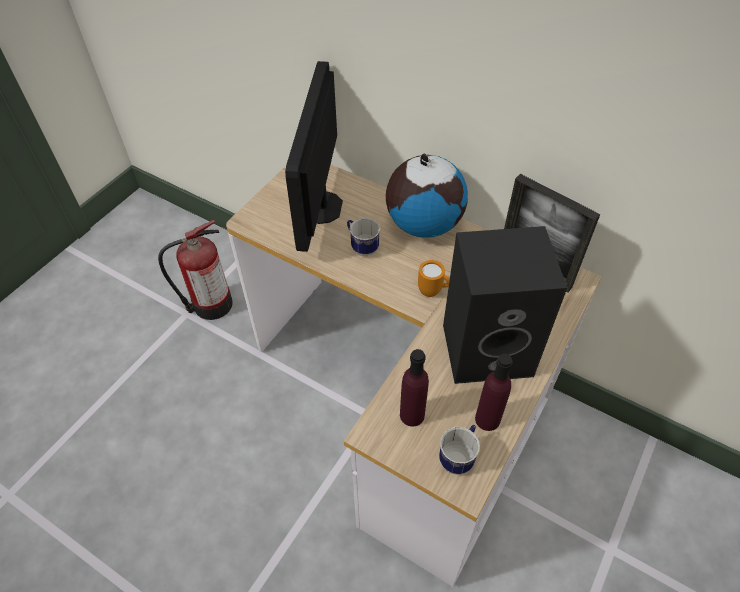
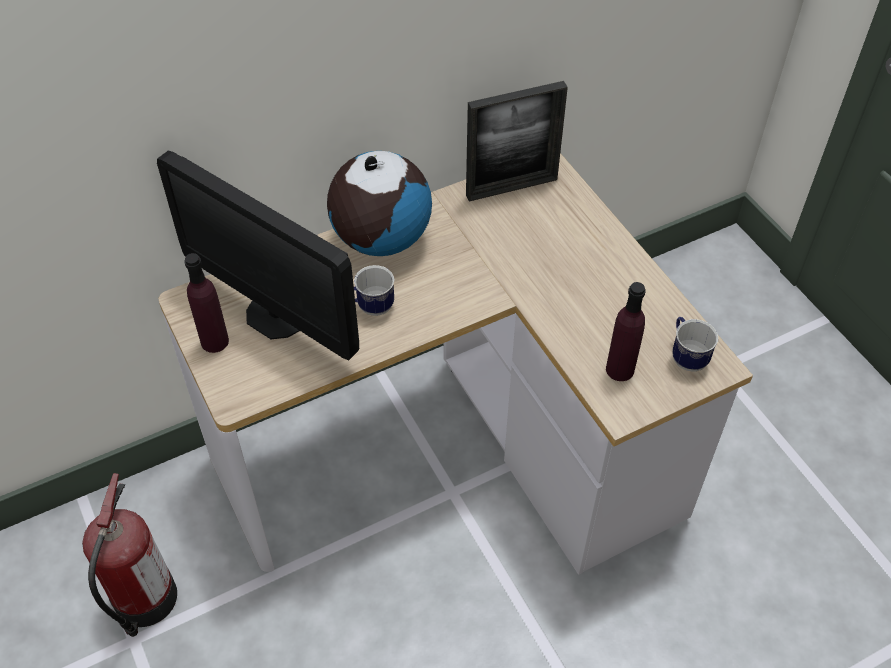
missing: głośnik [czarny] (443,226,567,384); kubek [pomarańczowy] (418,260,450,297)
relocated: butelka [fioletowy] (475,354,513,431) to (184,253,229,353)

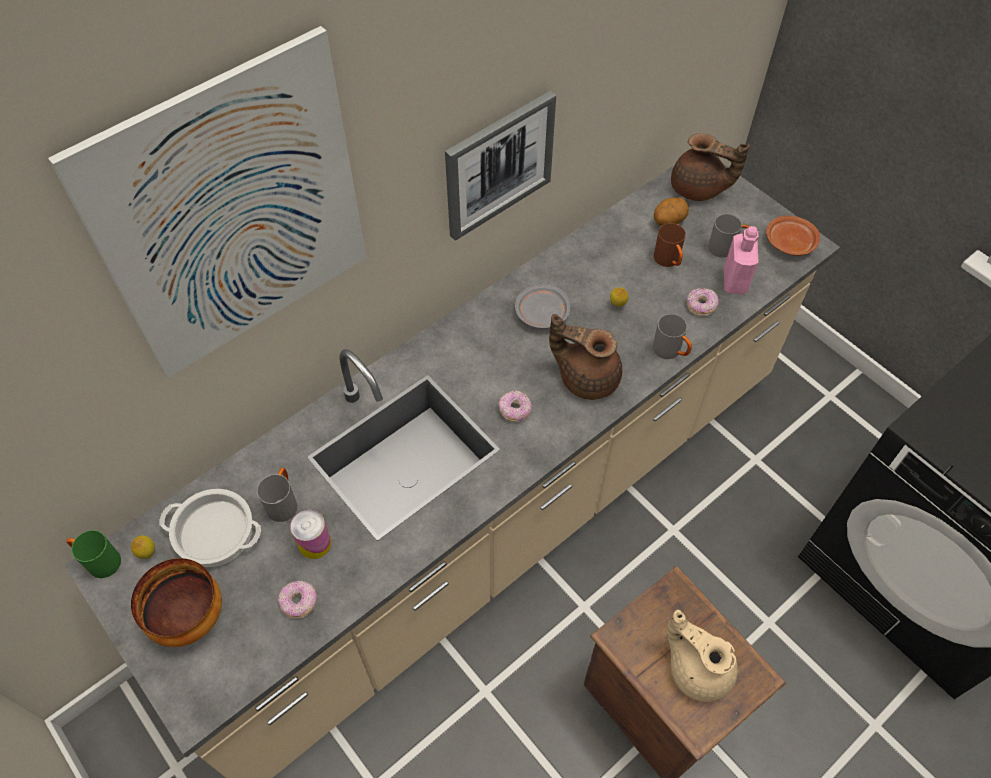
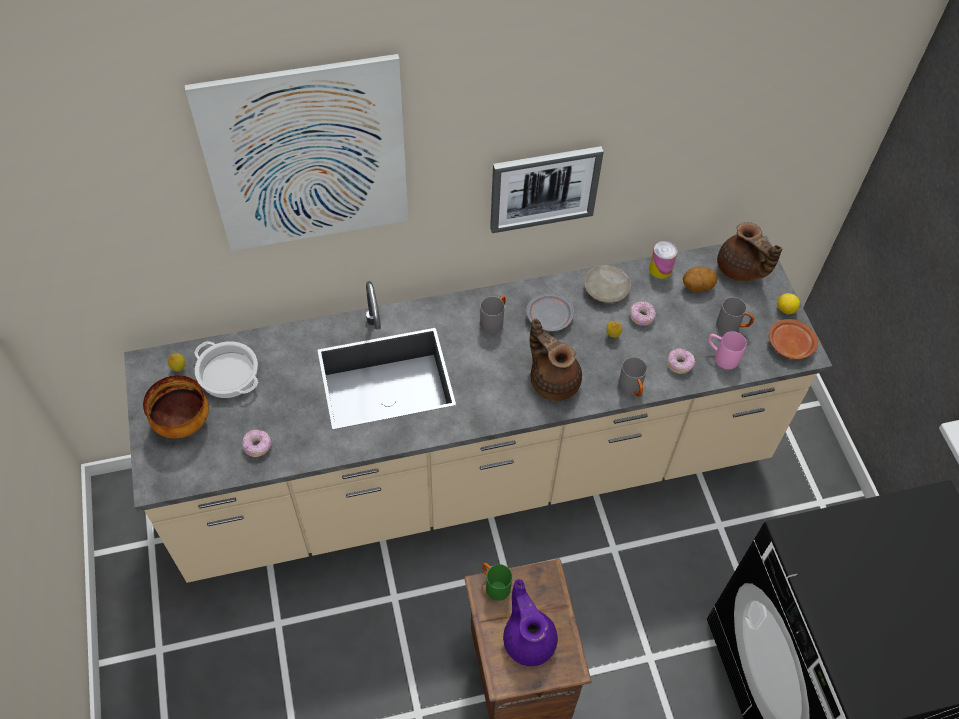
missing: kubek [brązowy] (654,223,686,267)
appeared: talerz [beżowy] (584,265,631,303); cytryna (777,293,800,315)
relocated: donut (498,390,532,422) to (630,301,656,326); kubek [szary] (257,468,297,522) to (480,296,506,334); puszka (290,510,331,559) to (649,241,678,279); kubek [zielony] (67,530,121,578) to (482,563,512,601)
exchanged: butelka [różowy] (724,226,759,294) to kubek [różowy] (708,331,746,369)
colour: imbryk [beżowy] (667,610,738,702) to imbryk [fioletowy] (503,579,558,666)

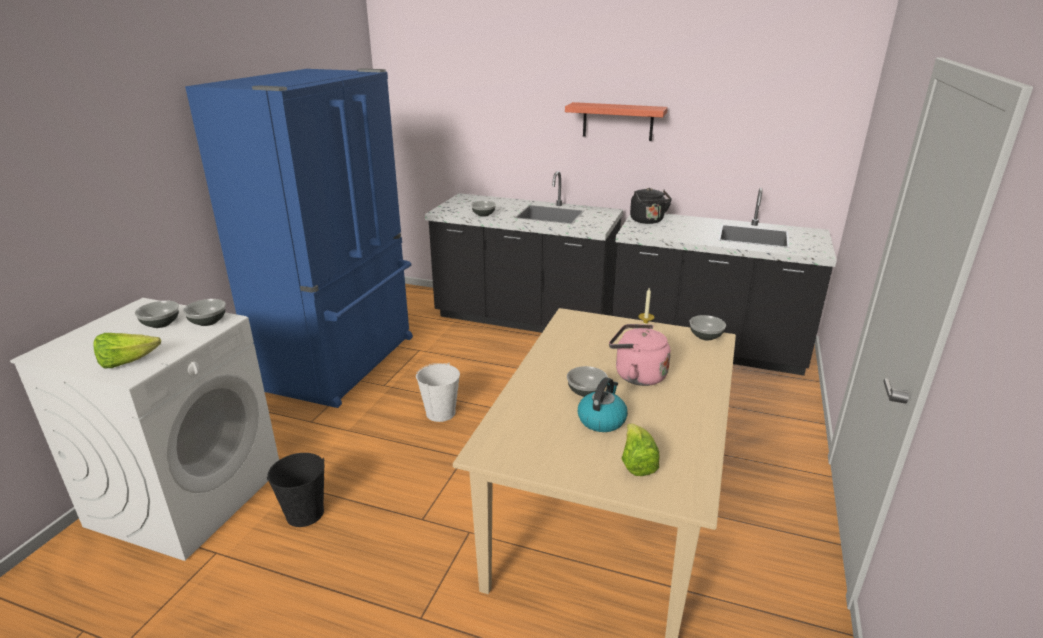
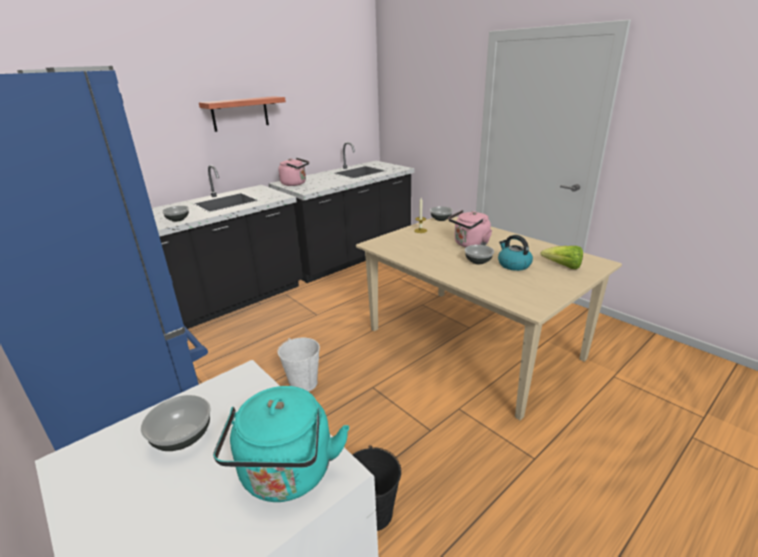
missing: miska (183,299,226,326)
exchanged: sałata (94,333,161,368) to czajnik [turkusowy] (213,386,349,502)
colour: czajnik [czarny] (630,188,672,224) to czajnik [różowy] (279,158,309,186)

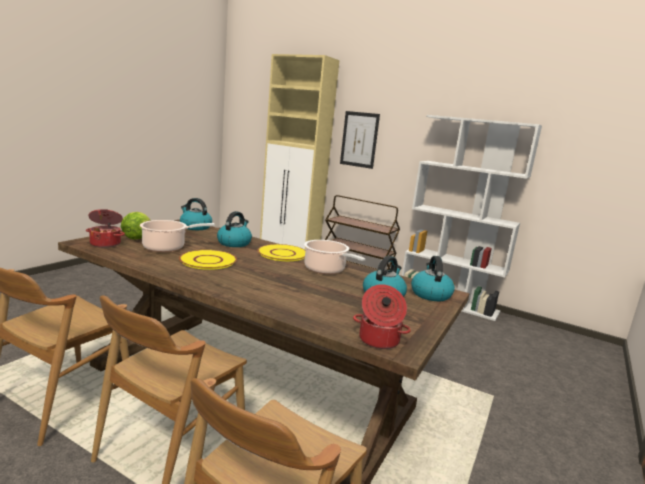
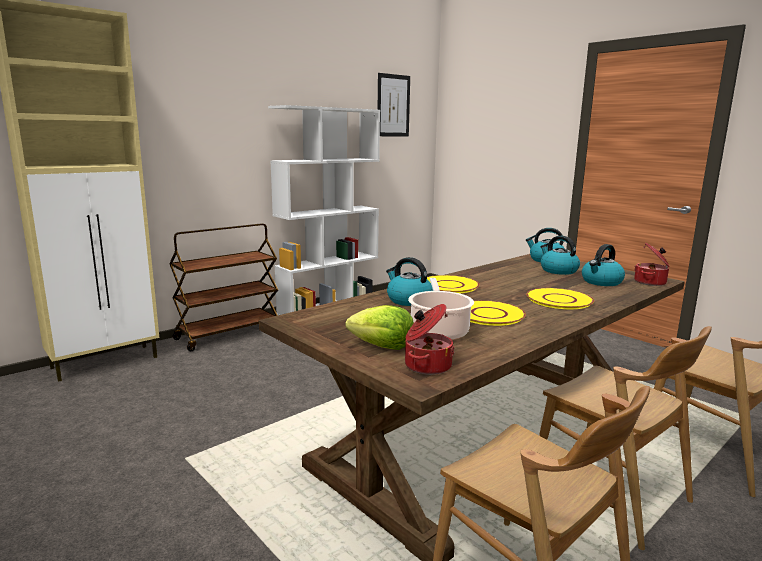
missing: garnek (304,240,366,274)
appeared: talerz [żółty] (526,288,594,309)
relocated: obraz (340,111,380,169) to (378,73,410,137); czajnik (180,198,212,230) to (582,244,625,286)

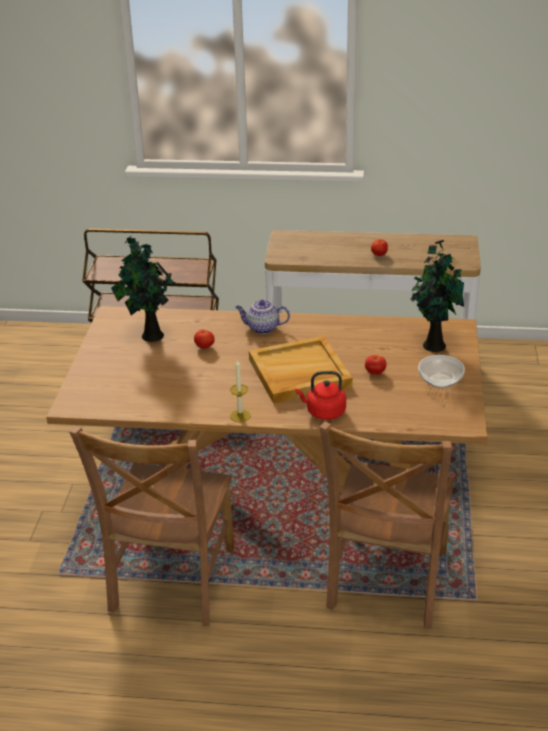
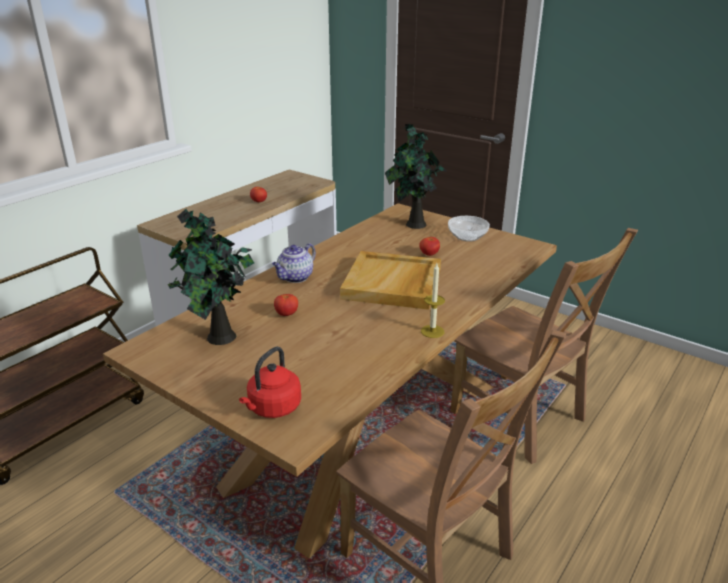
relocated: czajnik [czerwony] (295,371,346,420) to (239,347,301,418)

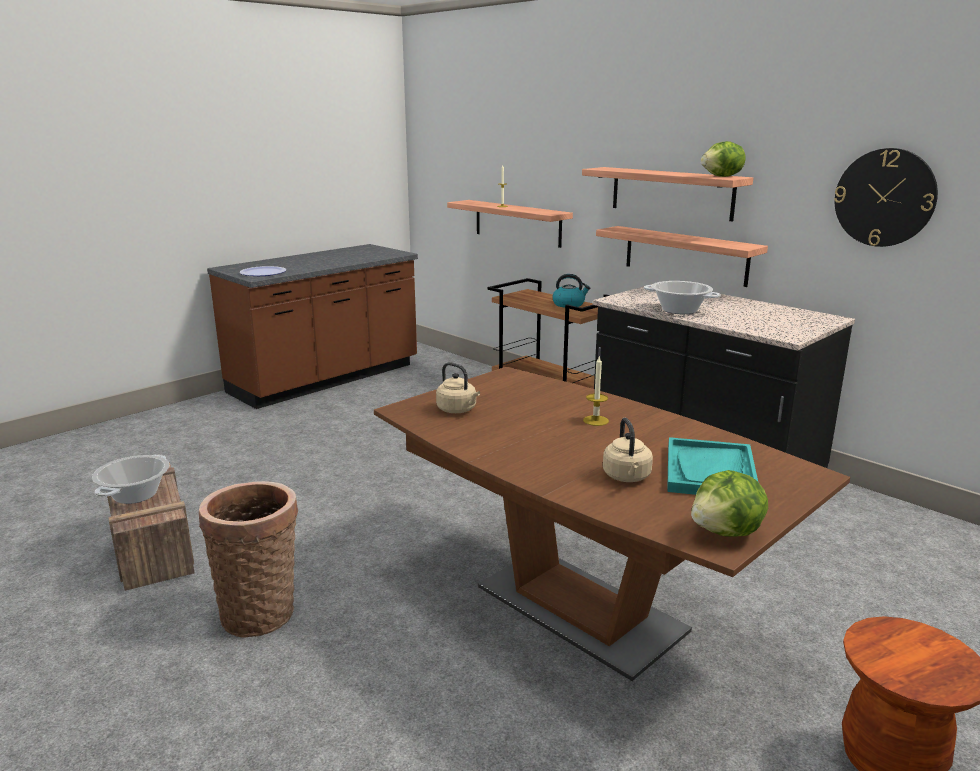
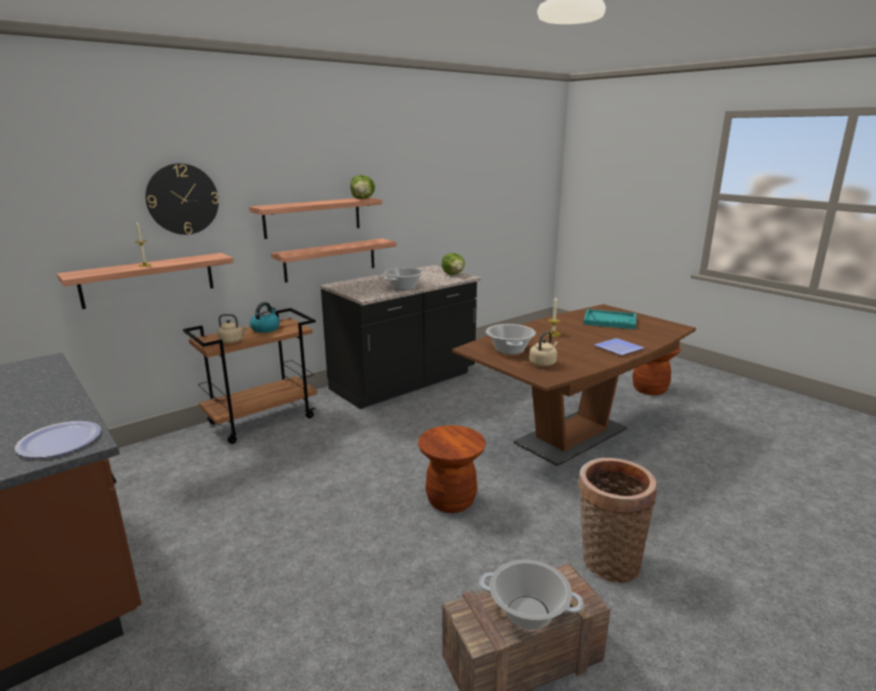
appeared: garnek (486,324,536,354); talerz (594,338,644,355); stołek [brązowy] (418,425,486,513)
relocated: zegar ścienny (834,148,938,247) to (145,163,219,235); czajnik [beżowy] (603,418,653,482) to (217,314,248,343); sałata (691,470,768,536) to (442,253,465,275)

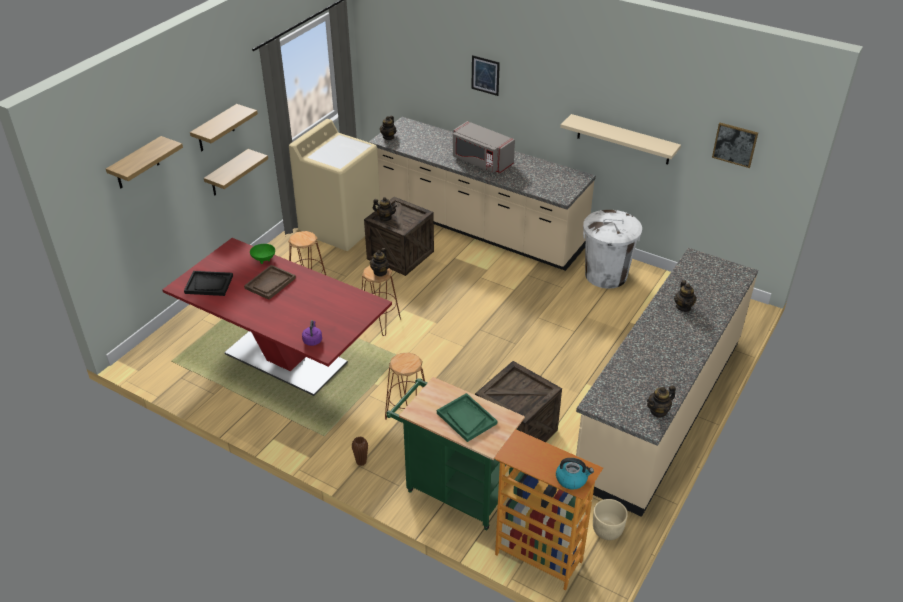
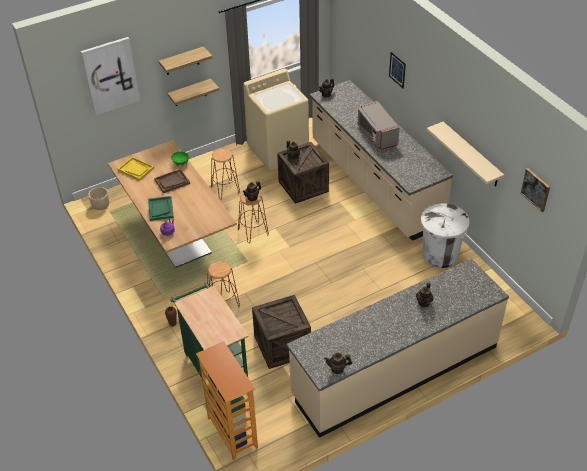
missing: czajnik (556,458,594,490)
relocated: taca [zielony] (437,393,497,442) to (148,196,174,221); donica [beżowy] (593,499,628,540) to (88,187,109,210)
exchanged: półka (106,136,183,188) to obraz (81,37,140,115)
colour: stół jadalny [czerwony] (162,238,392,396) to stół jadalny [beżowy] (108,140,237,268); taca [czarny] (184,271,233,296) to taca [żółty] (118,157,154,181)

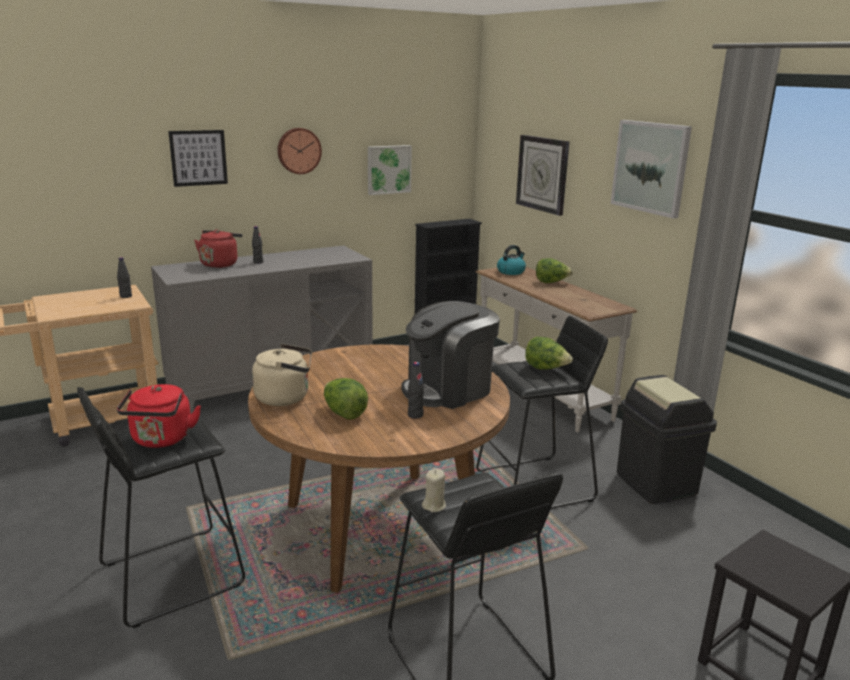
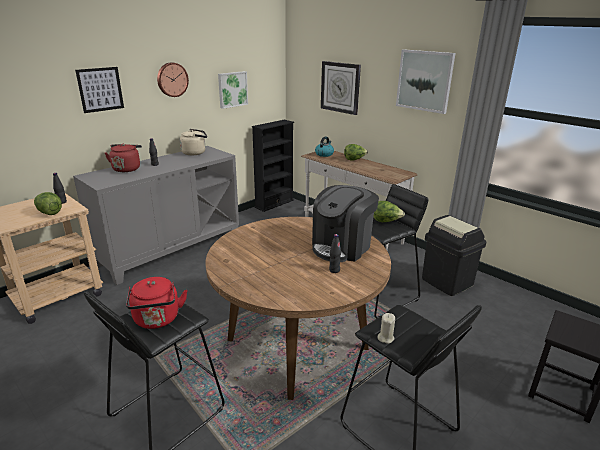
relocated: czajnik [beżowy] (252,344,312,406) to (180,129,207,155); sałata (324,378,368,420) to (34,192,62,215)

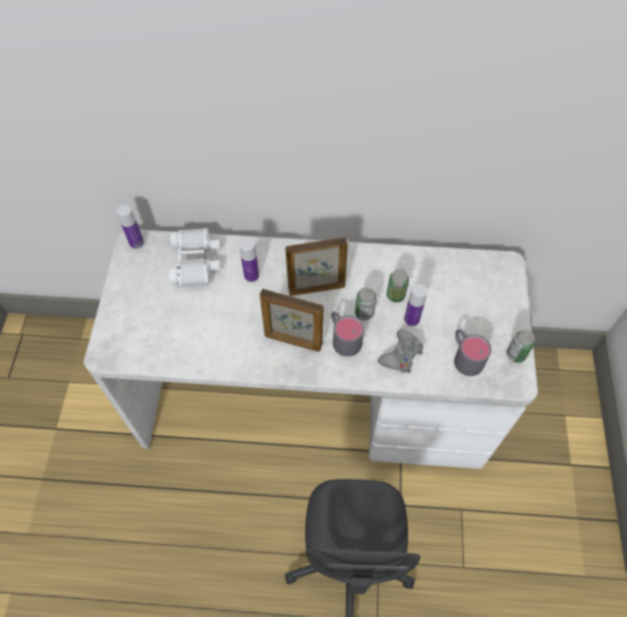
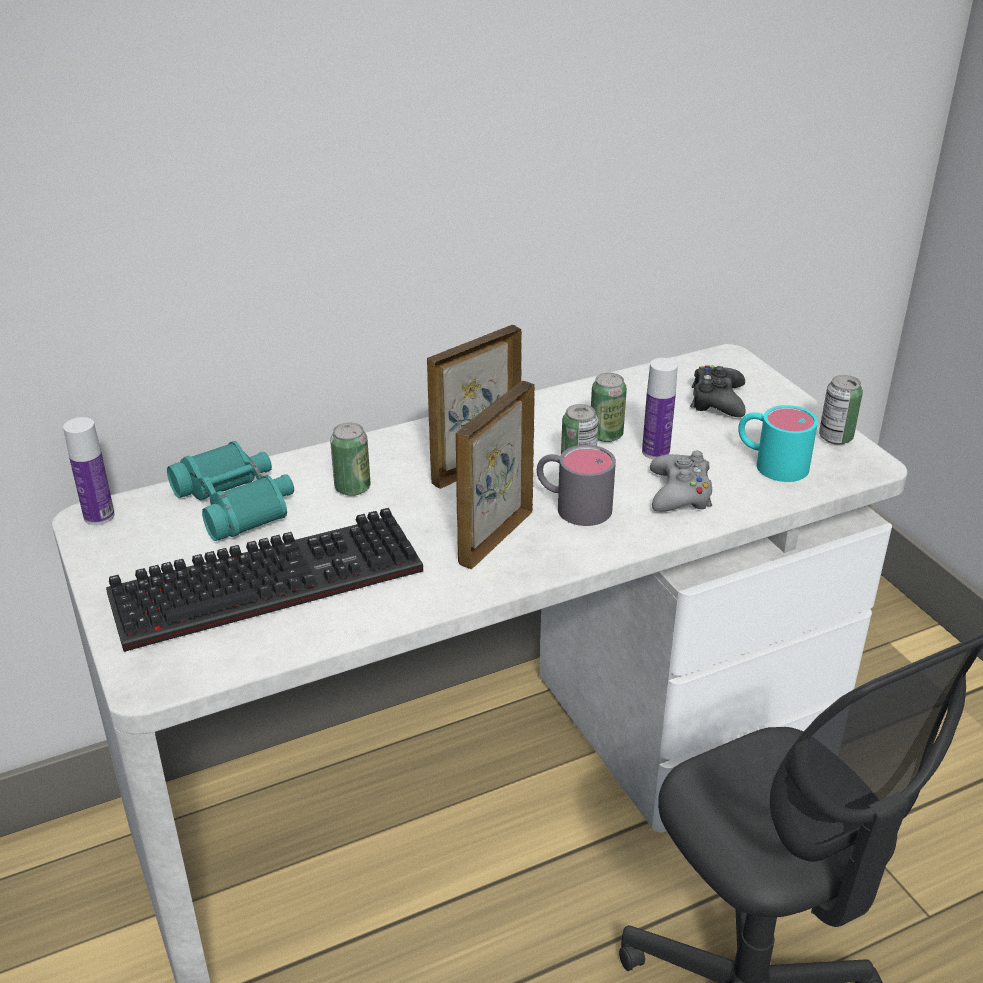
appeared: pad do gier [czarny] (690,365,746,417); klawiatura (106,508,423,652)
exchanged: butelka (239,239,259,282) to puszka (330,422,371,496)
colour: lornetka [biały] (170,228,221,287) to lornetka [turkusowy] (167,441,294,541); kubek [szary] (454,329,492,376) to kubek [turkusowy] (738,405,818,482)
spun: ramka na zdjęcie (260,289,324,352) = (456,381,535,569) 135 degrees clockwise

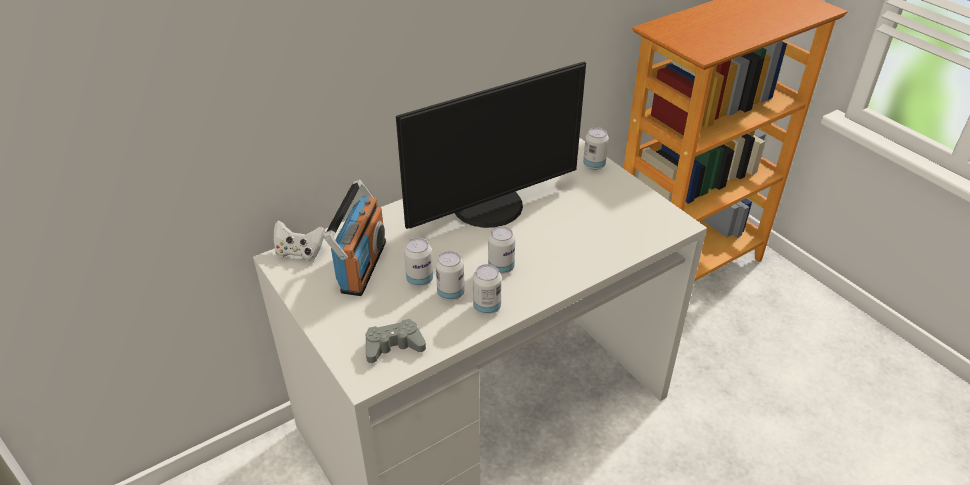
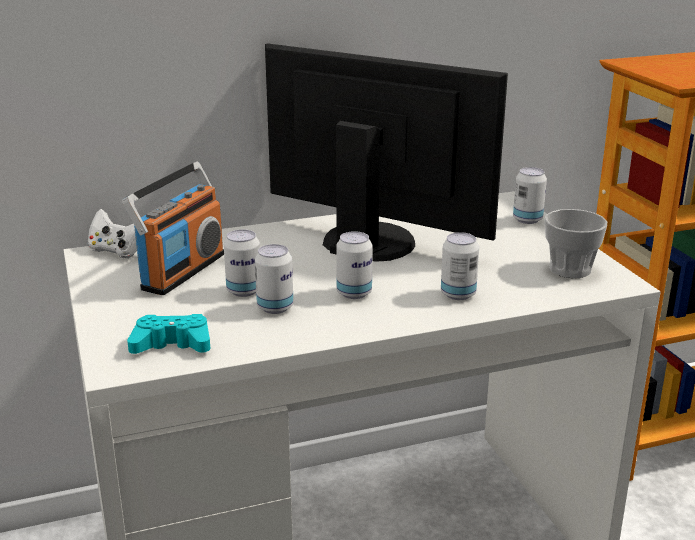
appeared: filiżanka (545,209,607,278)
relocated: puszka (473,264,502,315) to (441,232,479,300)
colour: pad do gier [szary] (366,319,426,363) to pad do gier [turkusowy] (127,314,210,354)
spun: monitor (396,62,586,229) = (265,43,508,262) 135 degrees counterclockwise

